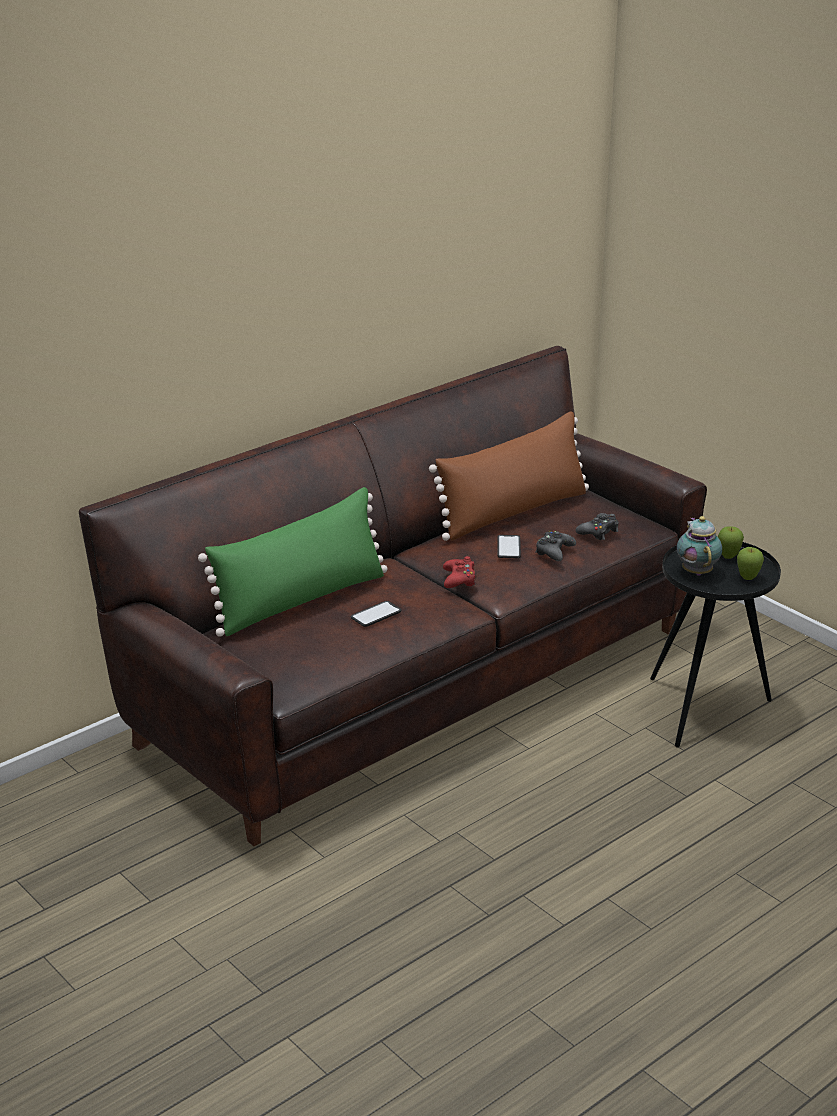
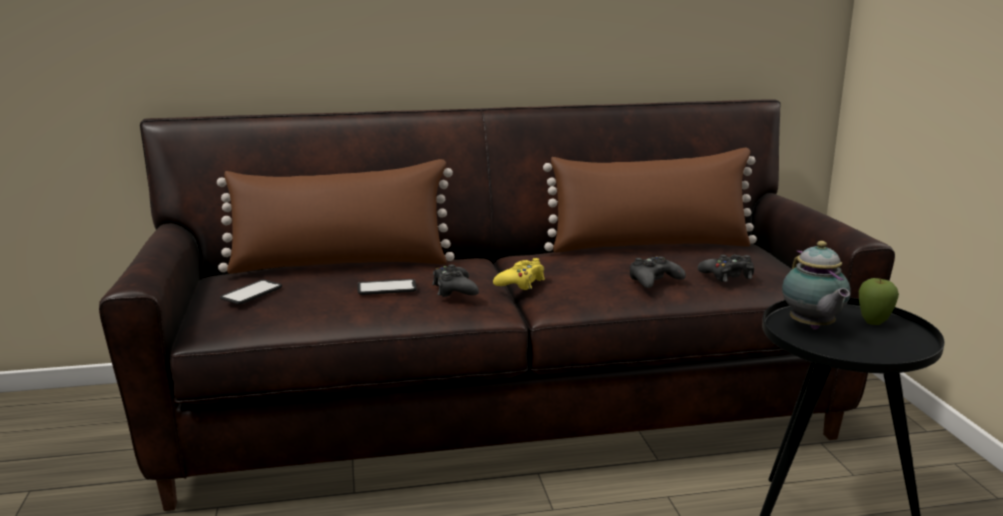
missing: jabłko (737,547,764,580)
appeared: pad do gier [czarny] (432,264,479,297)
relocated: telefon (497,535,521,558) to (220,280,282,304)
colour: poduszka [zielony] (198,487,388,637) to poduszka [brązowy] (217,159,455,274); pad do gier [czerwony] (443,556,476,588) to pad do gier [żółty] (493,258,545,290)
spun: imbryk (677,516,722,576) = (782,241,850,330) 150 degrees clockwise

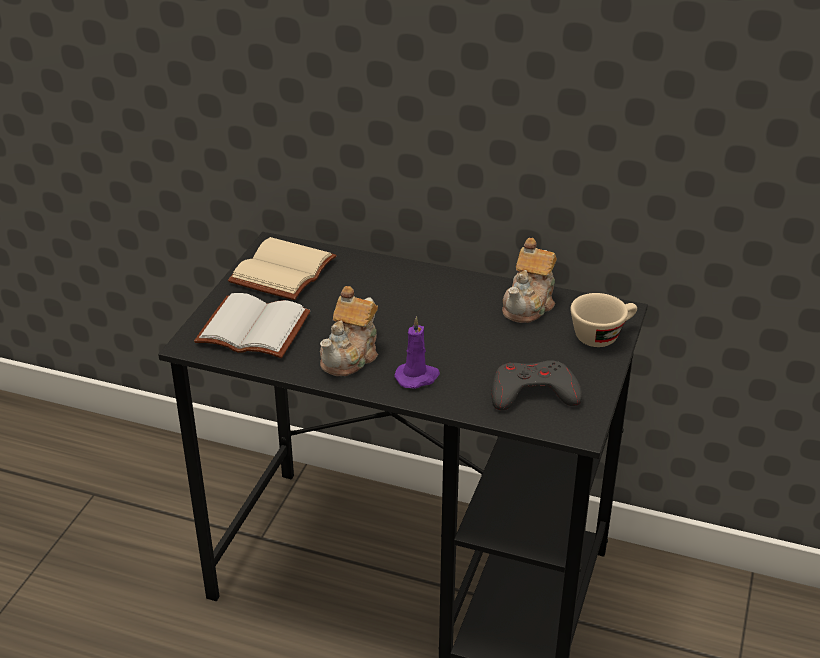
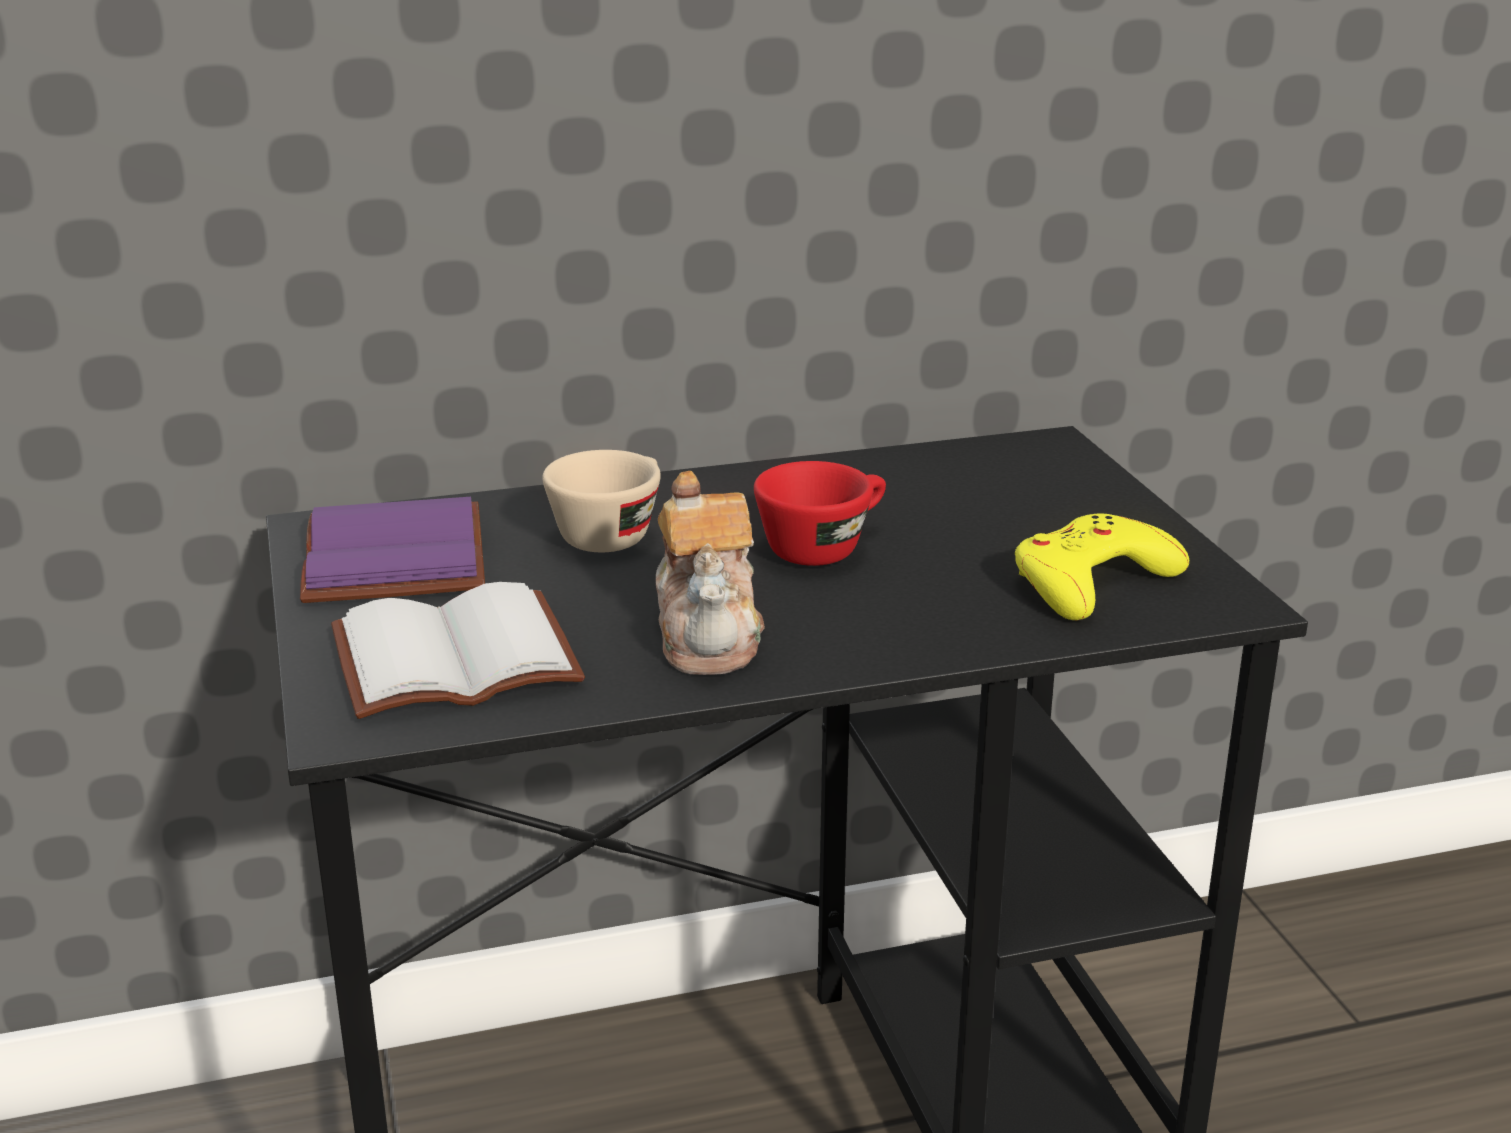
missing: imbryk (502,238,557,323); świeca [fioletowy] (394,316,440,389)
appeared: filiżanka [czerwony] (754,461,886,566)
relocated: filiżanka [beżowy] (570,293,637,347) to (542,450,661,552)
colour: książka [beżowy] (228,237,337,300) to książka [fioletowy] (300,497,485,603); pad do gier [szary] (491,361,582,410) to pad do gier [żółty] (1015,513,1189,620)

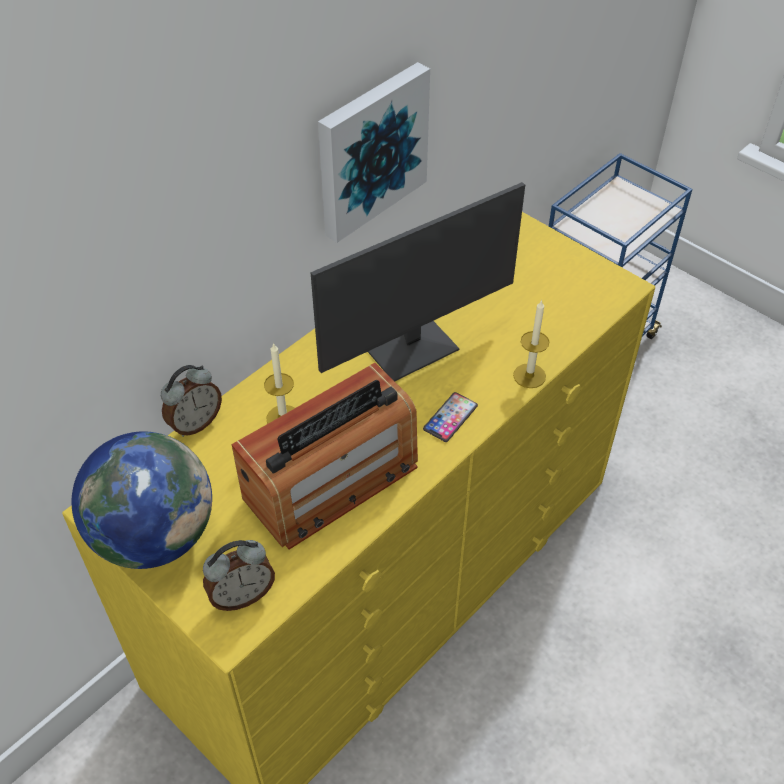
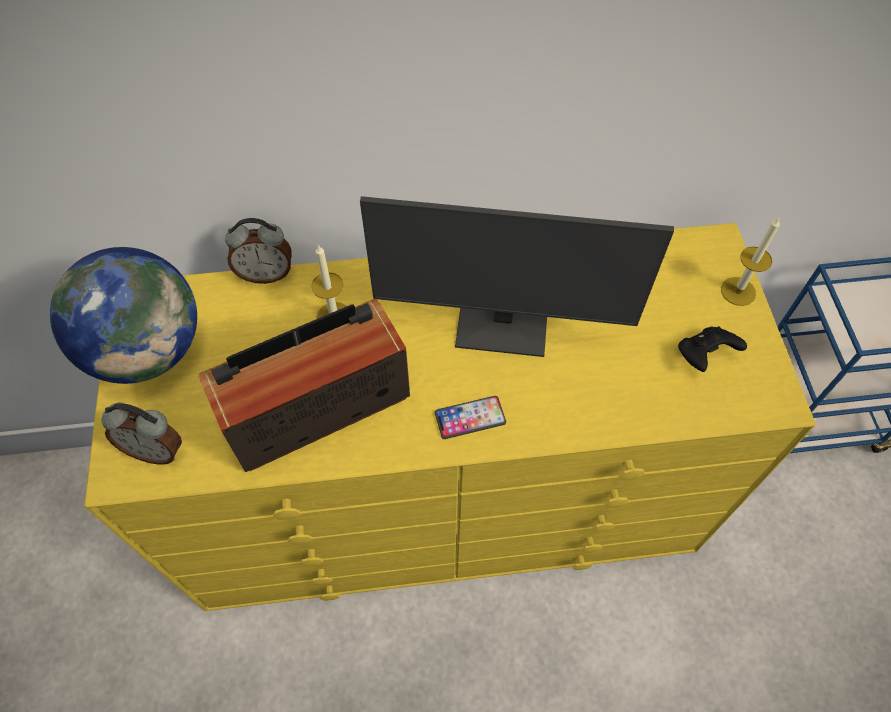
missing: obraz (318,62,430,243)
appeared: pad do gier [czarny] (678,326,747,372)
relocated: świeca (513,299,549,388) to (721,218,780,306)
spun: radio (232,363,418,550) = (198,299,410,472) 150 degrees clockwise

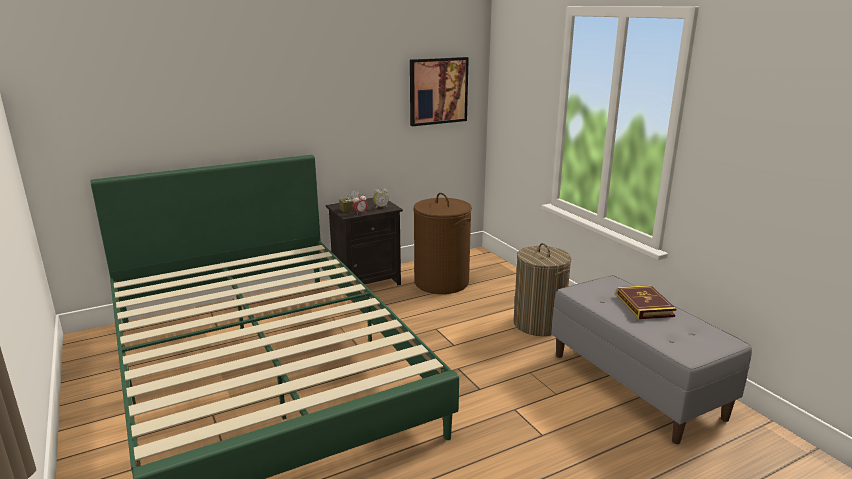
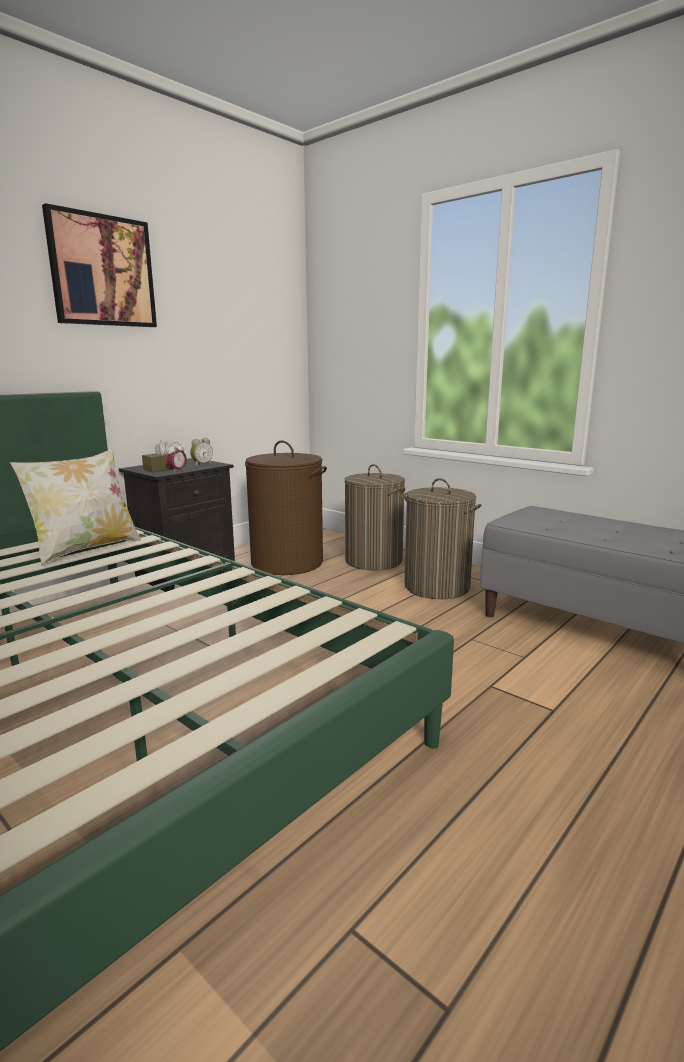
missing: książka (616,285,676,319)
appeared: poduszka (10,448,141,565); kosz na pranie (344,464,405,571)
relocated: obraz (410,57,469,126) to (42,203,157,327)

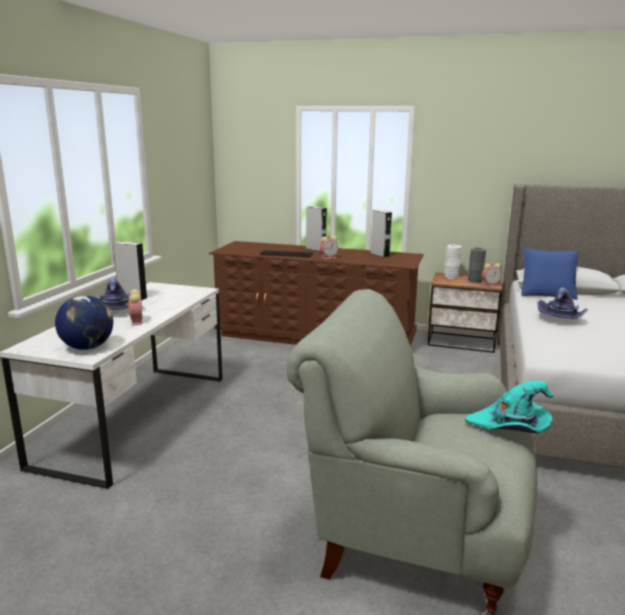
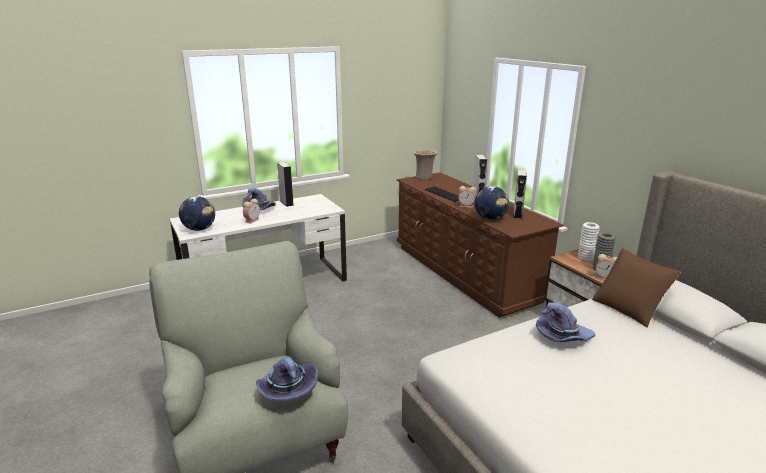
appeared: wazon [beżowy] (413,150,438,180); globus (475,186,509,220)
colour: poduszka [niebieski] (521,248,578,300) to poduszka [brązowy] (592,248,681,327); kapelusz [turkusowy] (465,380,554,433) to kapelusz [fioletowy] (256,357,318,402)

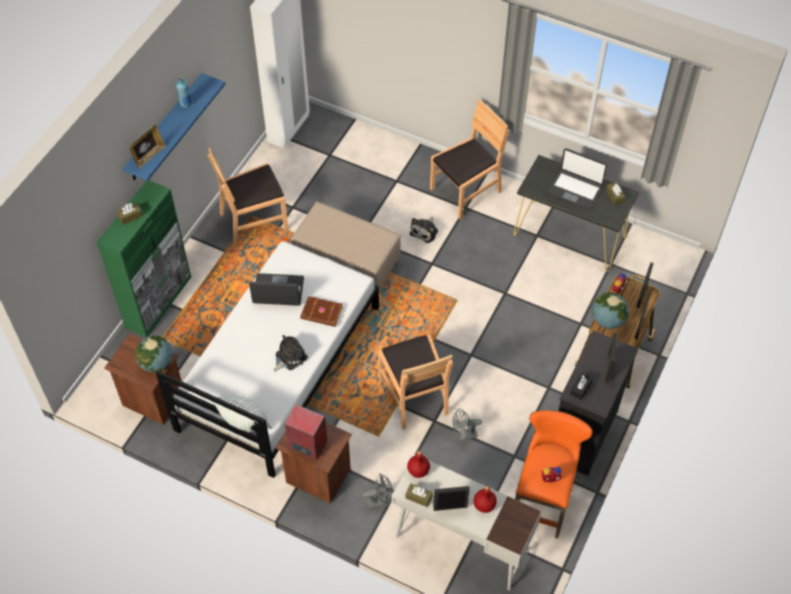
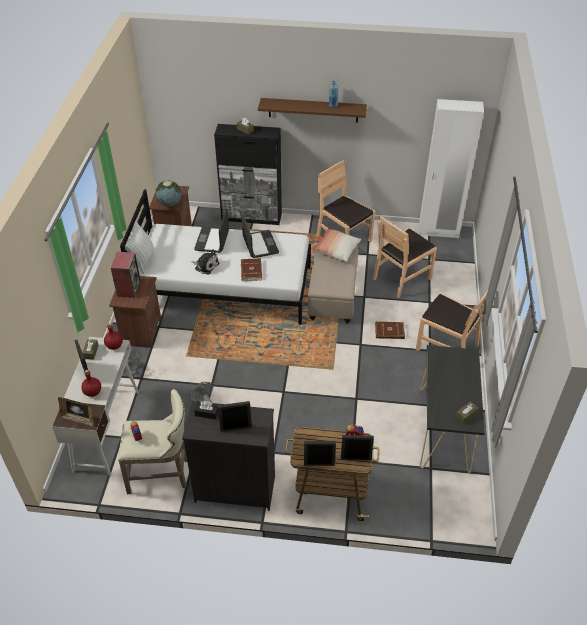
missing: globus (592,292,629,329)
appeared: poduszka (311,228,361,262)
relocated: ramka na zdjęcie (130,125,166,169) to (58,397,93,427); laptop (548,148,607,210) to (194,208,229,253); krzesło [brązowy] (378,335,453,429) to (373,215,437,298)
exchanged: pluszak (410,217,438,243) to książka [brązowy] (375,322,405,339)
colour: półka [niebieski] (123,73,225,181) to półka [brązowy] (258,98,367,123); szafka [zielony] (97,180,191,337) to szafka [czarny] (214,124,282,225); stołek [pomarańczowy] (515,410,593,539) to stołek [beżowy] (118,389,187,494)

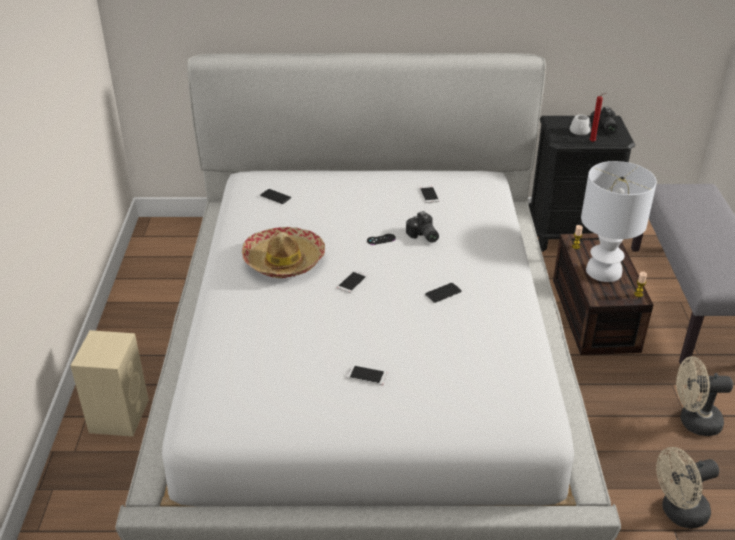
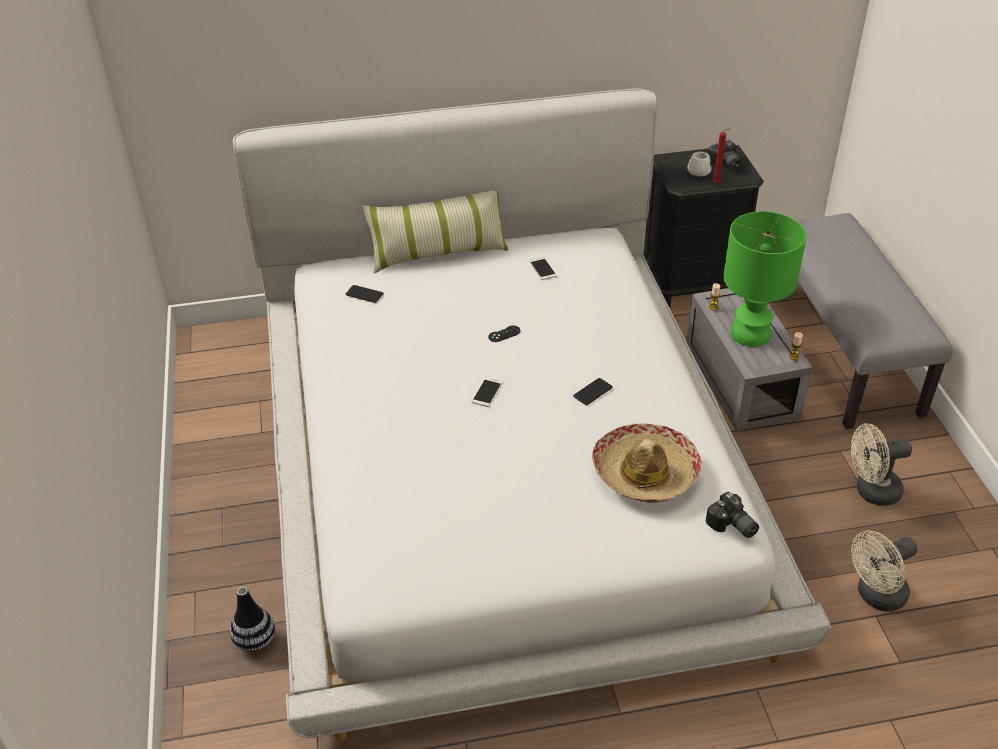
missing: głośnik [beżowy] (71,330,149,437); telefon (346,365,388,385)
appeared: poduszka (362,191,508,273); wazon (230,587,275,652)
relocated: aparat fotograficzny (406,211,439,243) to (706,491,759,538); kapelusz (242,227,325,278) to (592,423,702,503)
colour: lampa stołowa [biały] (581,161,657,282) to lampa stołowa [zielony] (723,211,807,347); pojemnik do przechowywania [brązowy] (553,233,653,355) to pojemnik do przechowywania [szary] (687,288,812,431)

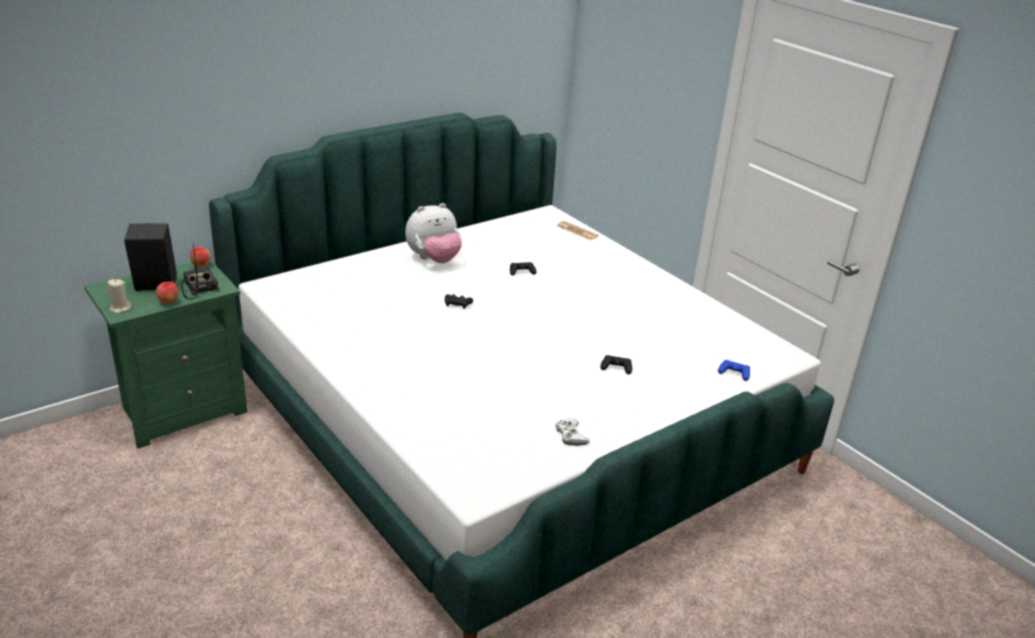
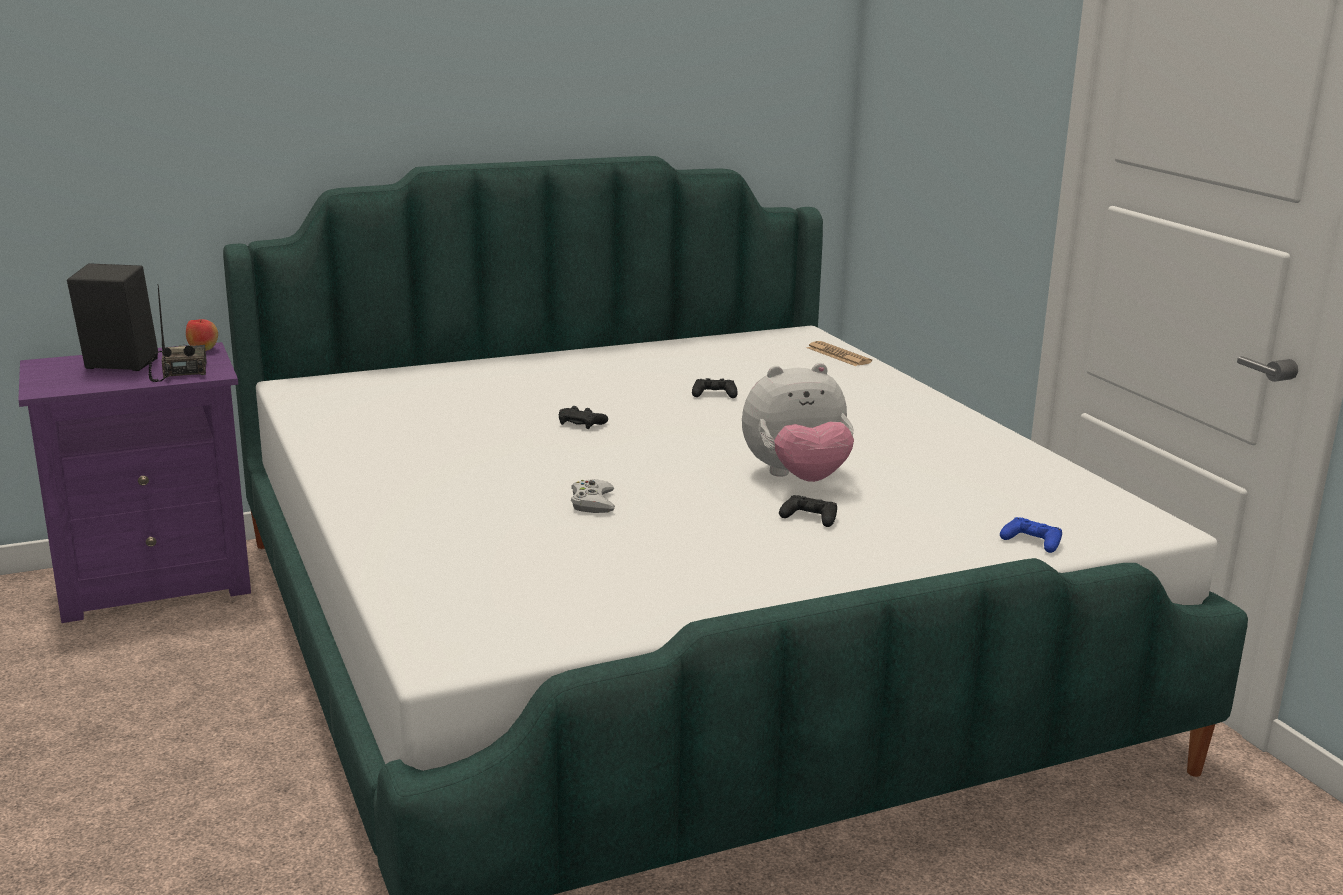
missing: świeca [beżowy] (107,279,131,314); jabłko (156,282,178,304)
relocated: pluszak (405,203,462,263) to (742,363,854,482); pad do gier [biały] (555,418,590,446) to (571,479,615,513)
colour: szafka nocna [zielony] (84,260,247,449) to szafka nocna [fioletowy] (18,342,251,623)

